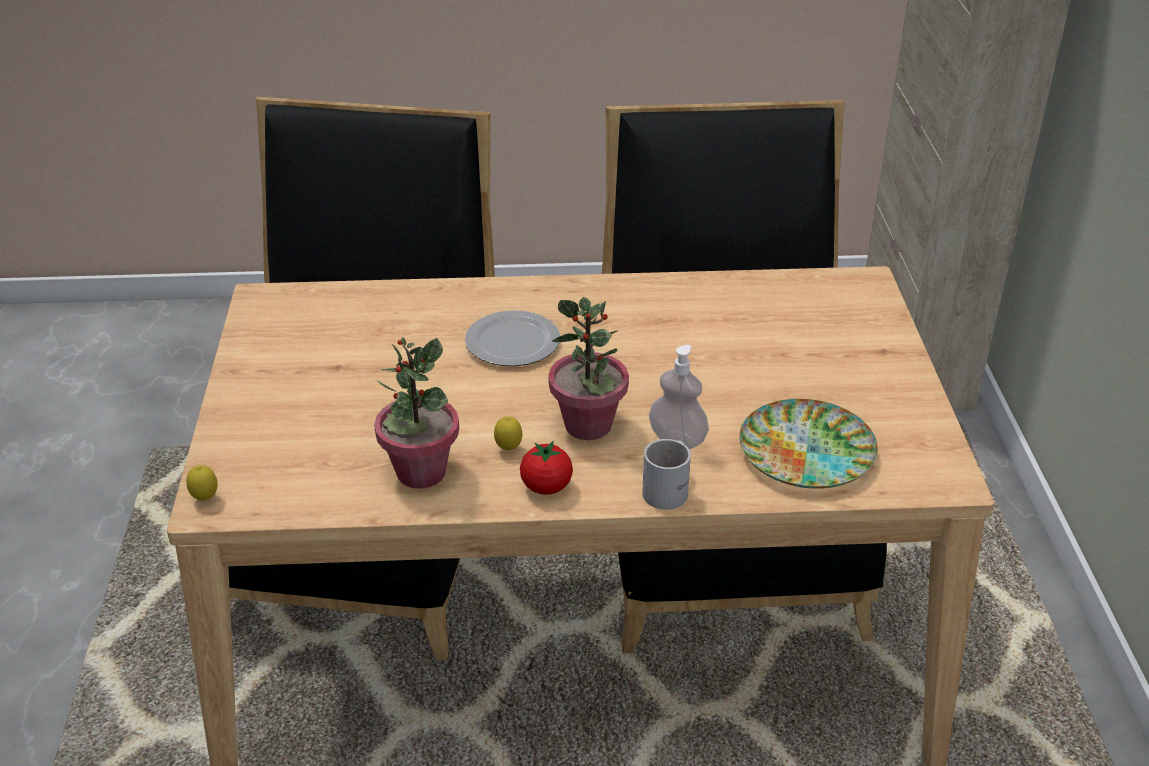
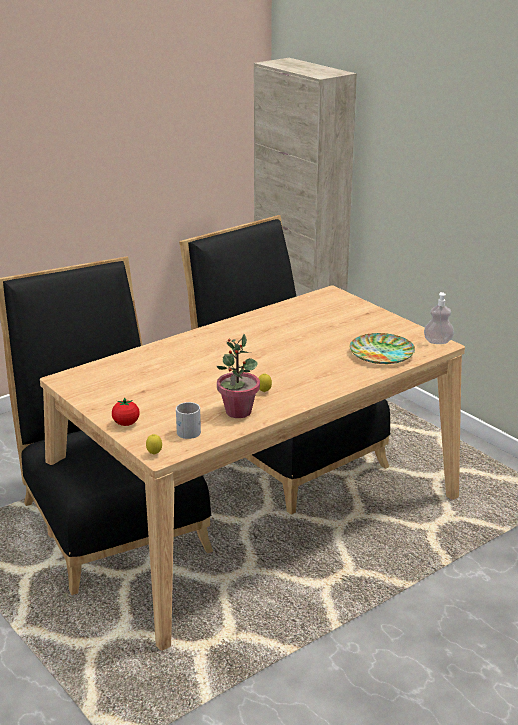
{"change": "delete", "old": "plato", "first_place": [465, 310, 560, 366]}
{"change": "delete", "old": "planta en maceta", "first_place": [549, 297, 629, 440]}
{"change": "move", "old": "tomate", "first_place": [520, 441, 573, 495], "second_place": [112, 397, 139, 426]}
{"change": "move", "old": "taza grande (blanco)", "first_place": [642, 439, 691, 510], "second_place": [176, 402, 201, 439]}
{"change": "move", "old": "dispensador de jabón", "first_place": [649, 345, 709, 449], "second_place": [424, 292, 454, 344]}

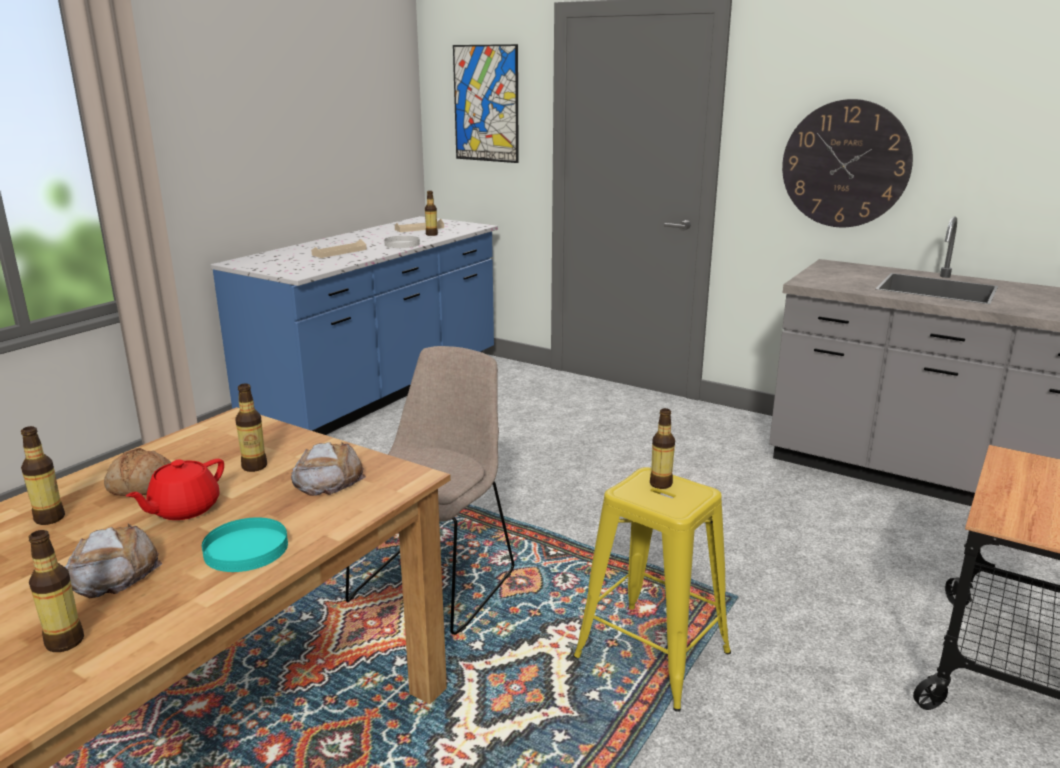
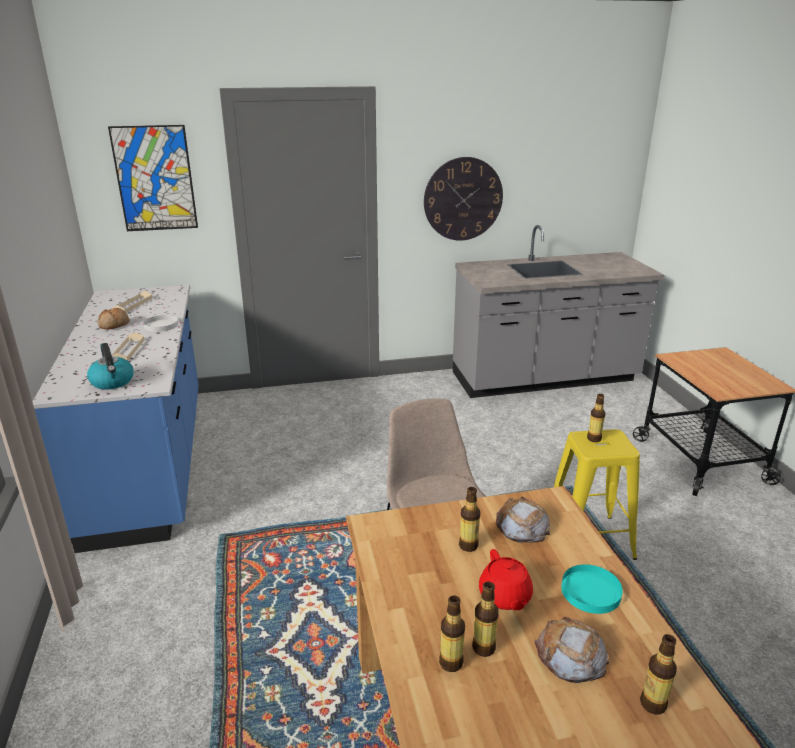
{"change": "insert", "new": "hervidor", "second_place": [87, 343, 134, 390]}
{"change": "move", "old": "pan", "first_place": [104, 448, 171, 496], "second_place": [98, 308, 130, 330]}
{"change": "move", "old": "botella", "first_place": [425, 191, 438, 236], "second_place": [472, 582, 499, 657]}

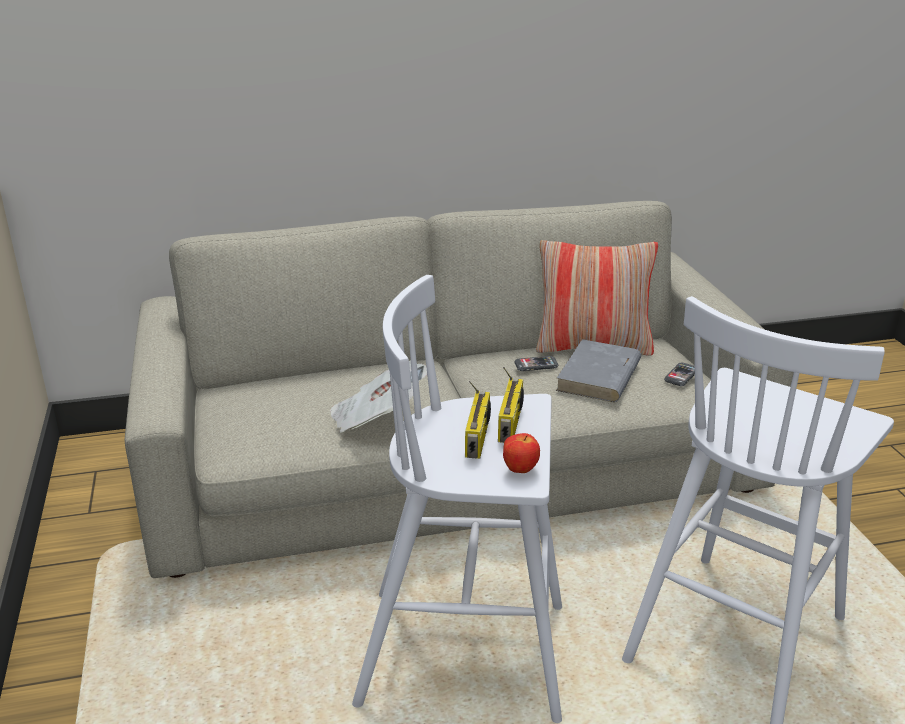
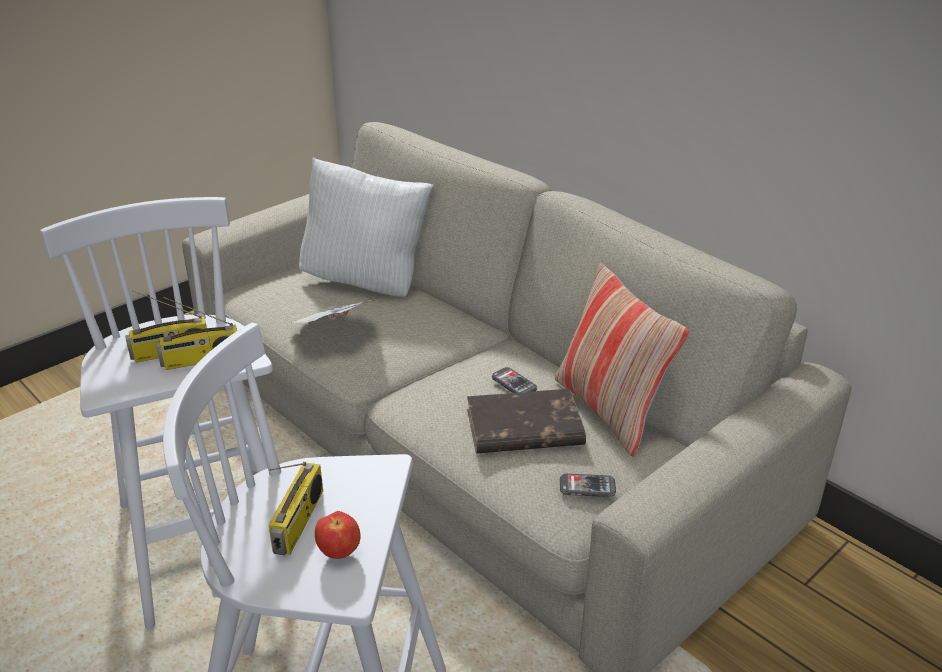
{"change": "insert", "new": "radio", "second_place": [268, 462, 323, 555]}
{"change": "insert", "new": "cojín (blanco)", "second_place": [299, 158, 434, 297]}
{"change": "move", "old": "manzana", "first_place": [503, 433, 540, 473], "second_place": [315, 511, 361, 559]}
{"change": "recolor", "old": "libro (gris)", "new": "libro (marrón)", "first_place": [556, 339, 641, 402], "second_place": [467, 389, 586, 454]}

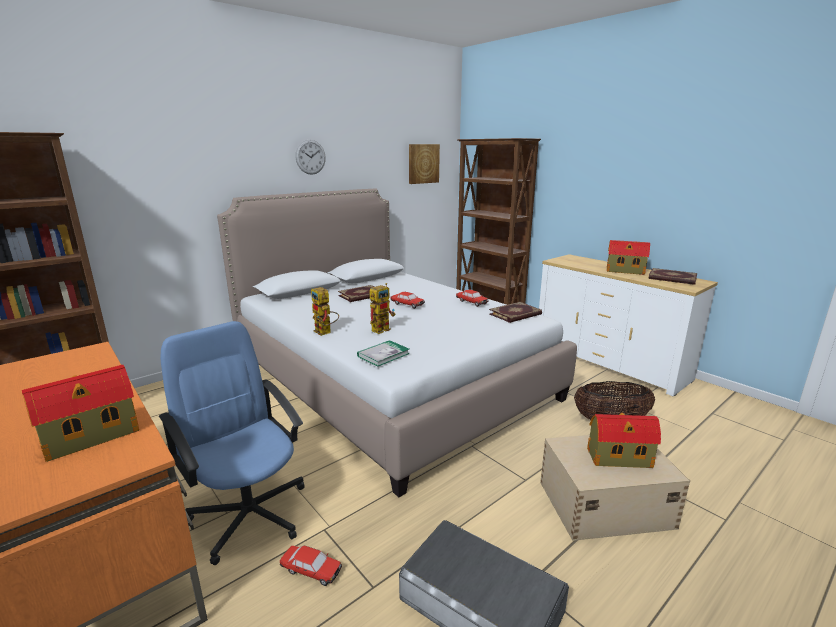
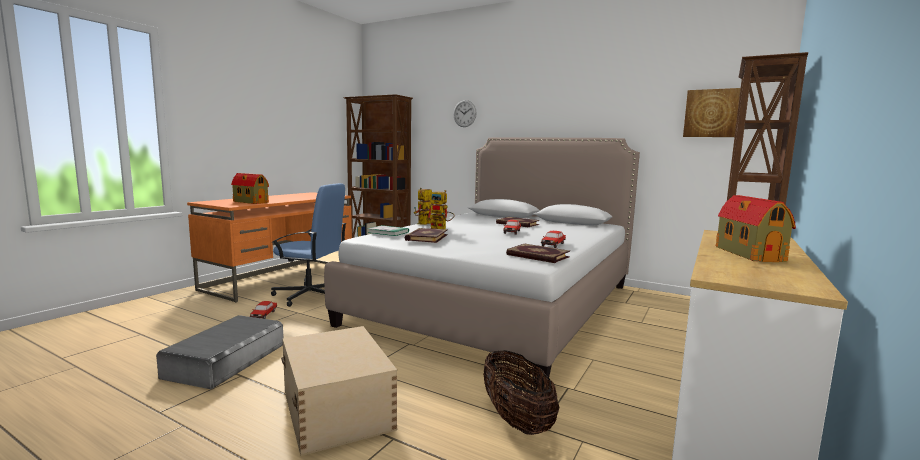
{"change": "delete", "old": "casita", "first_place": [587, 413, 661, 468]}
{"change": "move", "old": "reloj de pared", "first_place": [295, 140, 326, 175], "second_place": [453, 100, 477, 127]}
{"change": "move", "old": "libro", "first_place": [648, 268, 697, 285], "second_place": [405, 228, 448, 243]}
{"change": "rotate", "old": "silla de oficina (azul)", "first_place": [159, 321, 305, 565], "second_place": [271, 183, 346, 307], "degrees": 75}

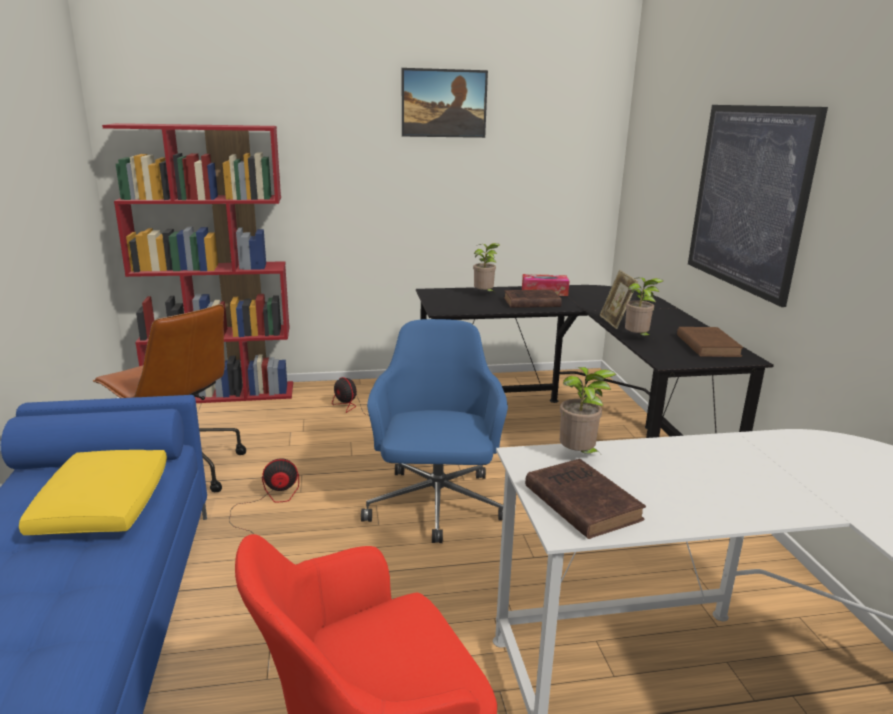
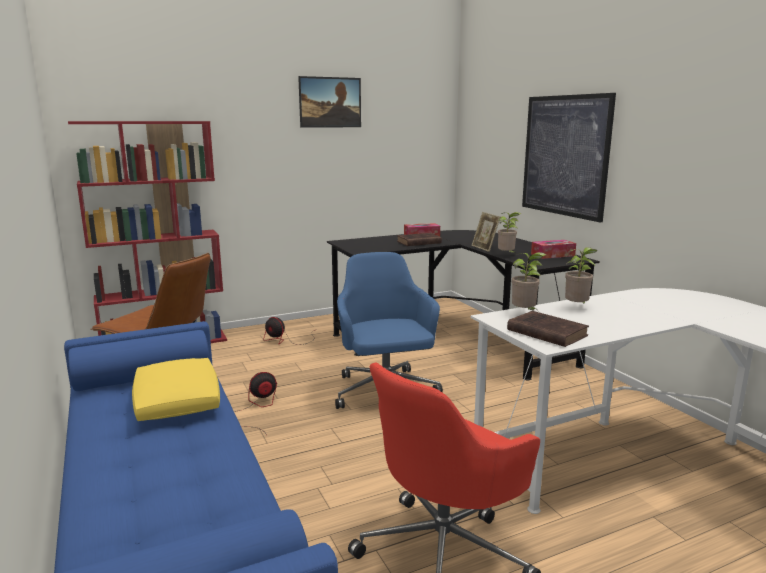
{"change": "move", "old": "planta en maceta", "first_place": [473, 243, 500, 291], "second_place": [565, 247, 598, 303]}
{"change": "replace", "old": "libro (marrón)", "new": "caja de pañuelos", "first_place": [677, 327, 744, 357], "second_place": [531, 240, 576, 259]}

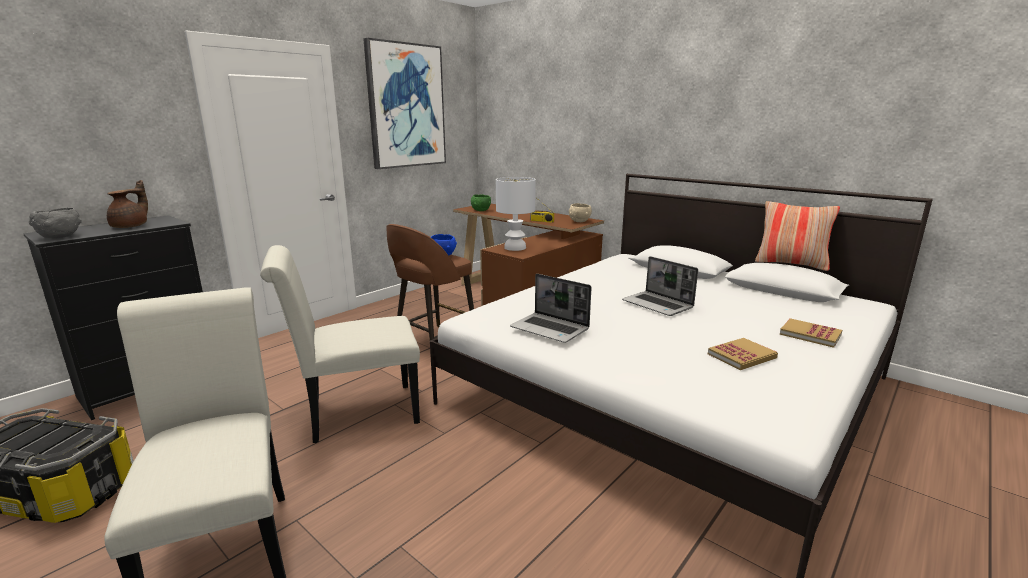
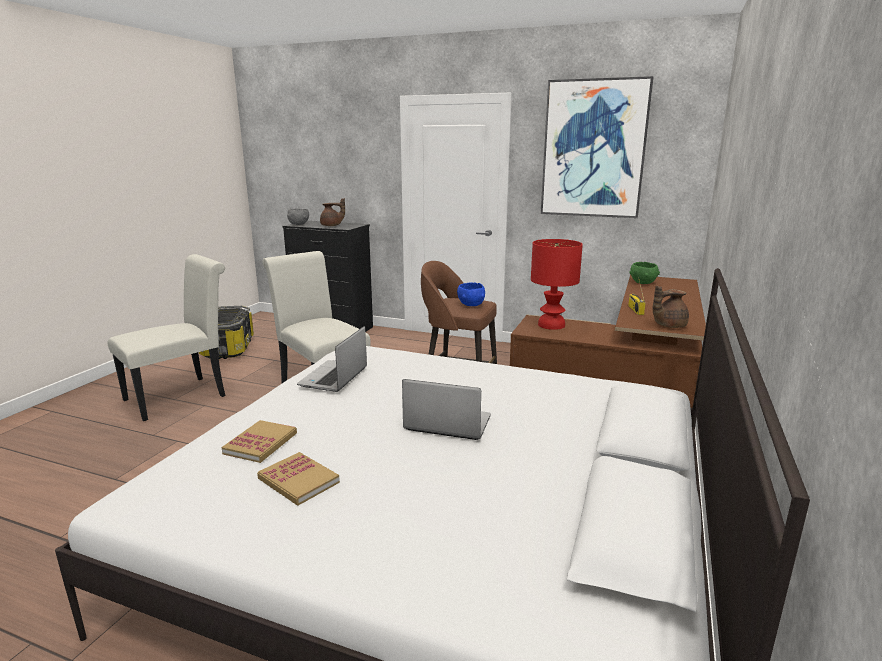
{"change": "delete", "old": "cojín", "first_place": [755, 201, 840, 271]}
{"change": "move", "old": "libro", "first_place": [780, 318, 842, 348], "second_place": [221, 420, 297, 463]}
{"change": "replace", "old": "cuenco (beis)", "new": "tetera (marrón)", "first_place": [569, 203, 592, 222], "second_place": [653, 286, 689, 328]}
{"change": "recolor", "old": "lámpara de mesa (blanco)", "new": "lámpara de mesa (rojo)", "first_place": [496, 177, 536, 251], "second_place": [531, 239, 583, 330]}
{"change": "rotate", "old": "portátil", "first_place": [622, 256, 698, 316], "second_place": [402, 379, 491, 440], "degrees": 75}

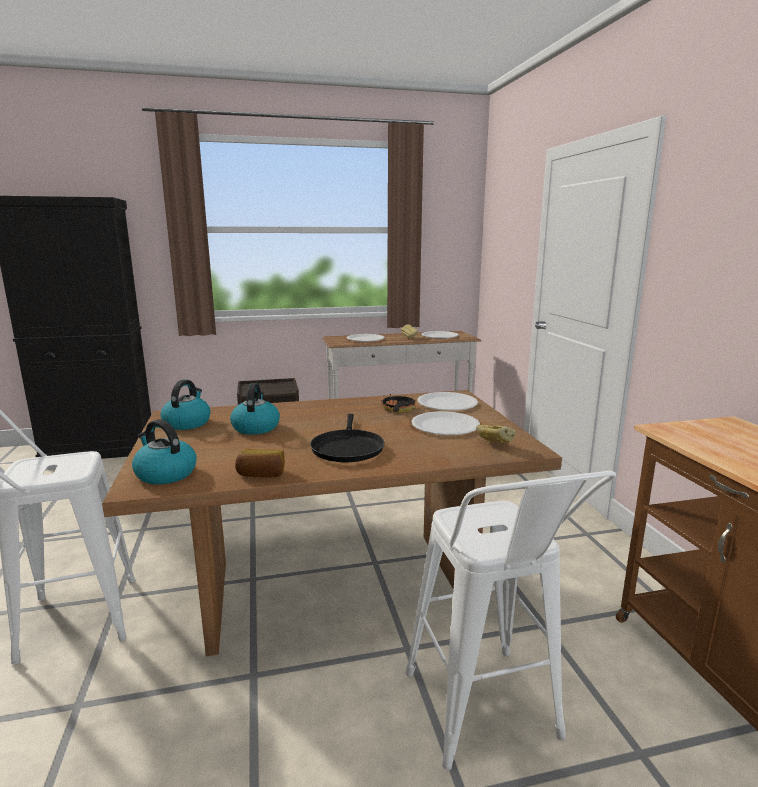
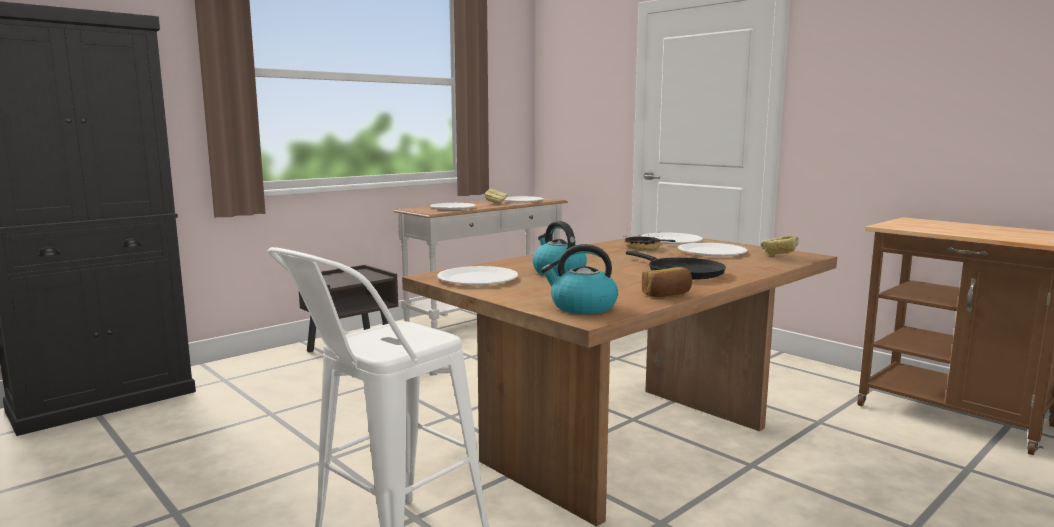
{"change": "delete", "old": "taburete (blanco)", "first_place": [406, 471, 616, 770]}
{"change": "replace", "old": "hervidor", "new": "plato (blanco)", "first_place": [160, 380, 211, 430], "second_place": [437, 266, 518, 285]}

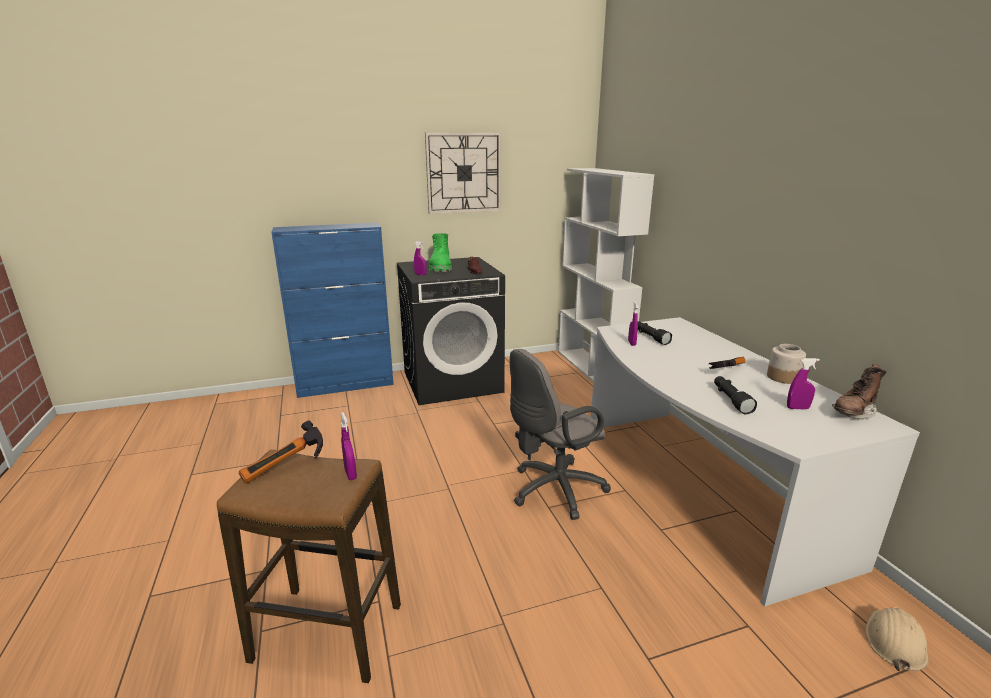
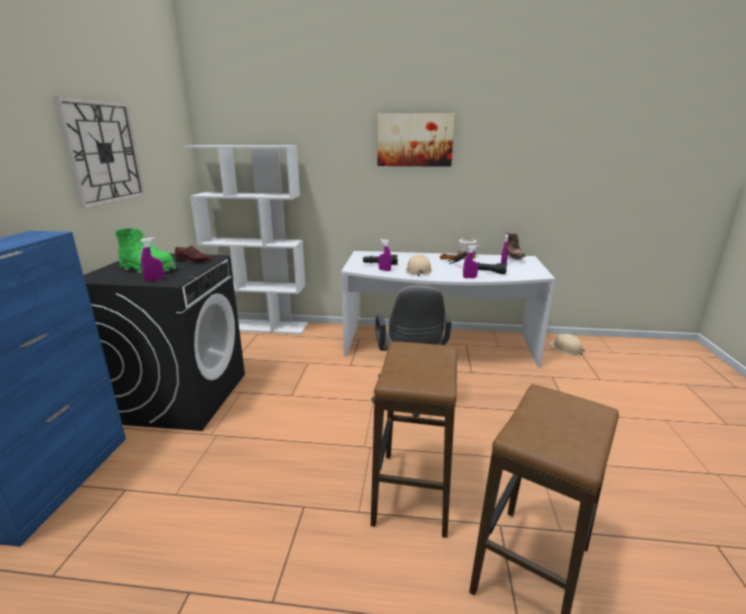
{"change": "delete", "old": "martillo", "first_place": [239, 421, 323, 484]}
{"change": "insert", "new": "taburete", "second_place": [371, 341, 457, 538]}
{"change": "insert", "new": "cuadro", "second_place": [378, 113, 455, 167]}
{"change": "insert", "new": "casco (beis)", "second_place": [406, 254, 432, 277]}
{"change": "move", "old": "pulverizador (morado)", "first_place": [341, 412, 357, 480], "second_place": [463, 245, 478, 278]}

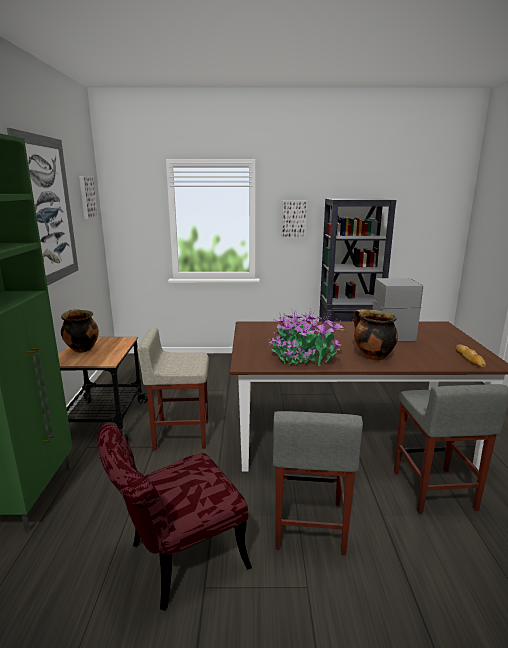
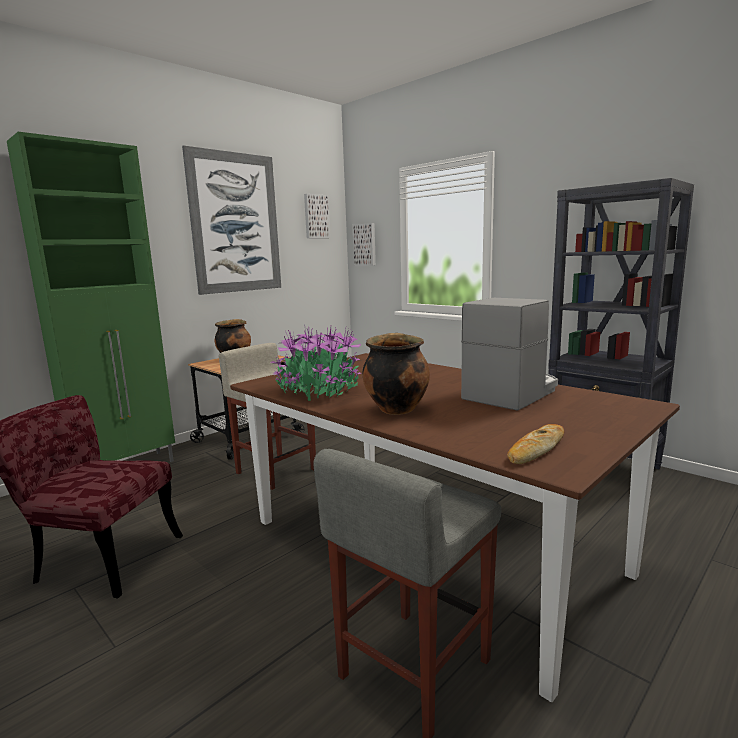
{"change": "delete", "old": "taburete (gris)", "first_place": [273, 411, 363, 556]}
{"change": "move", "old": "cuadro", "first_place": [282, 201, 307, 239], "second_place": [353, 223, 376, 266]}

